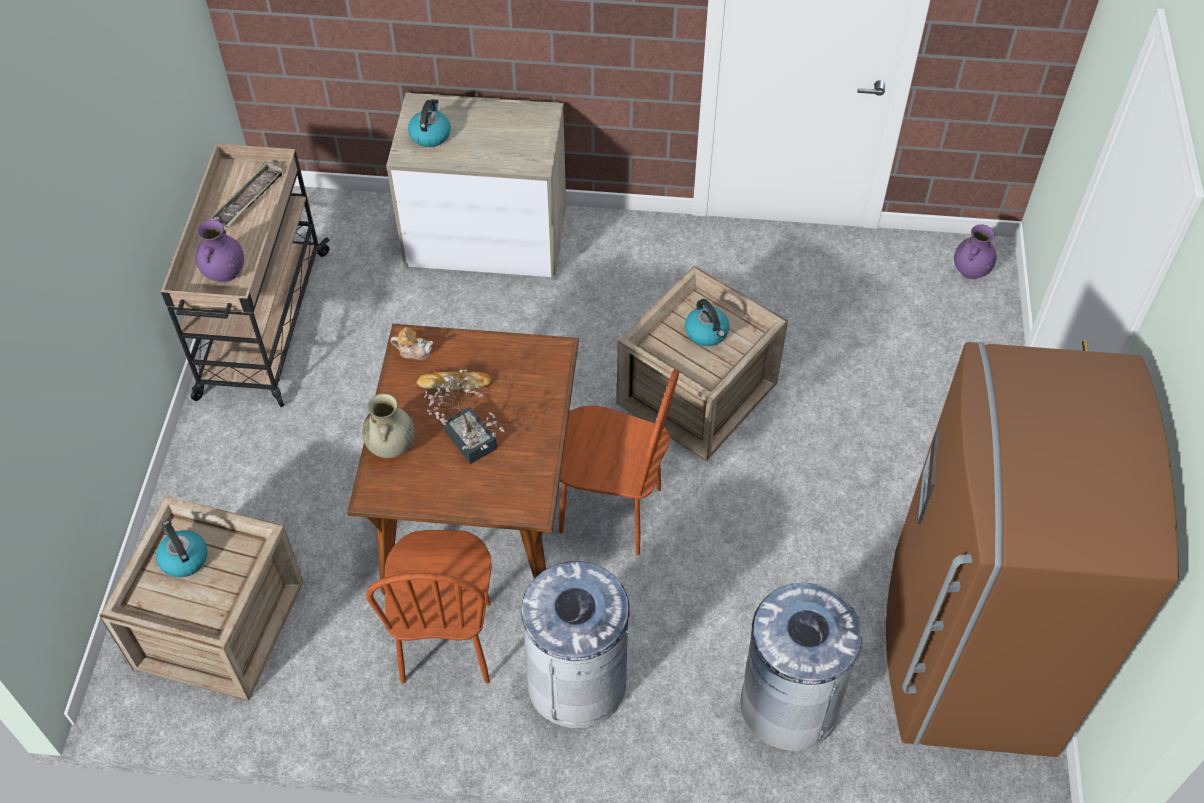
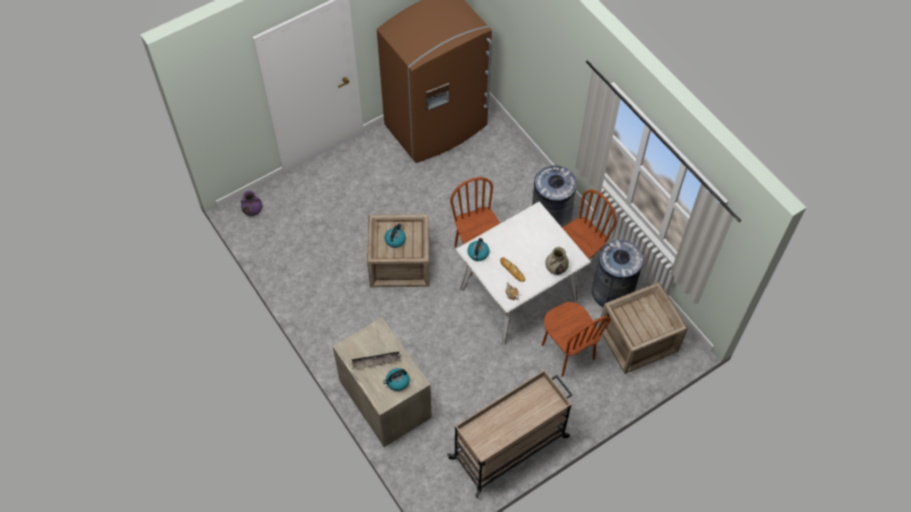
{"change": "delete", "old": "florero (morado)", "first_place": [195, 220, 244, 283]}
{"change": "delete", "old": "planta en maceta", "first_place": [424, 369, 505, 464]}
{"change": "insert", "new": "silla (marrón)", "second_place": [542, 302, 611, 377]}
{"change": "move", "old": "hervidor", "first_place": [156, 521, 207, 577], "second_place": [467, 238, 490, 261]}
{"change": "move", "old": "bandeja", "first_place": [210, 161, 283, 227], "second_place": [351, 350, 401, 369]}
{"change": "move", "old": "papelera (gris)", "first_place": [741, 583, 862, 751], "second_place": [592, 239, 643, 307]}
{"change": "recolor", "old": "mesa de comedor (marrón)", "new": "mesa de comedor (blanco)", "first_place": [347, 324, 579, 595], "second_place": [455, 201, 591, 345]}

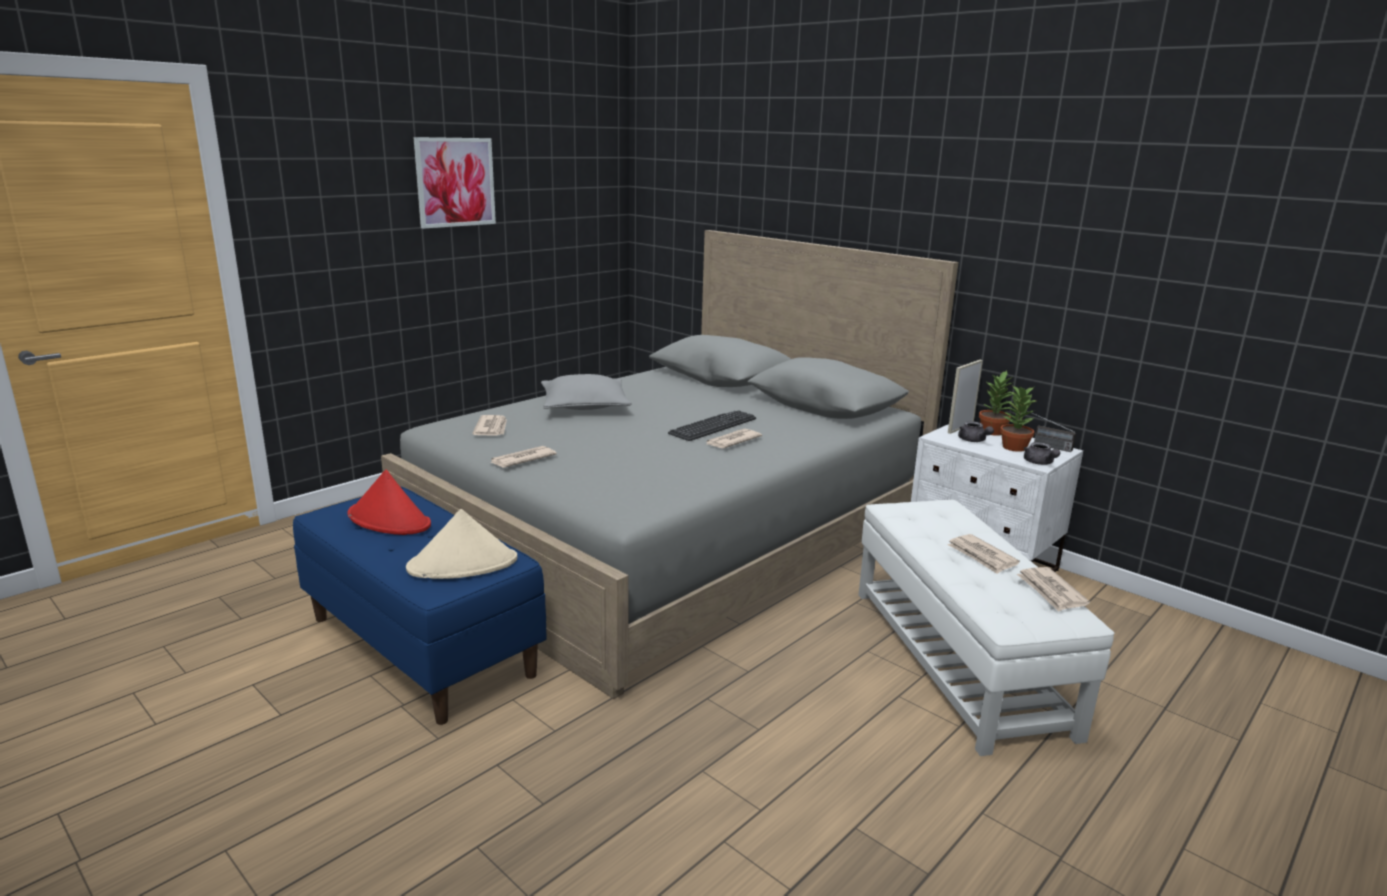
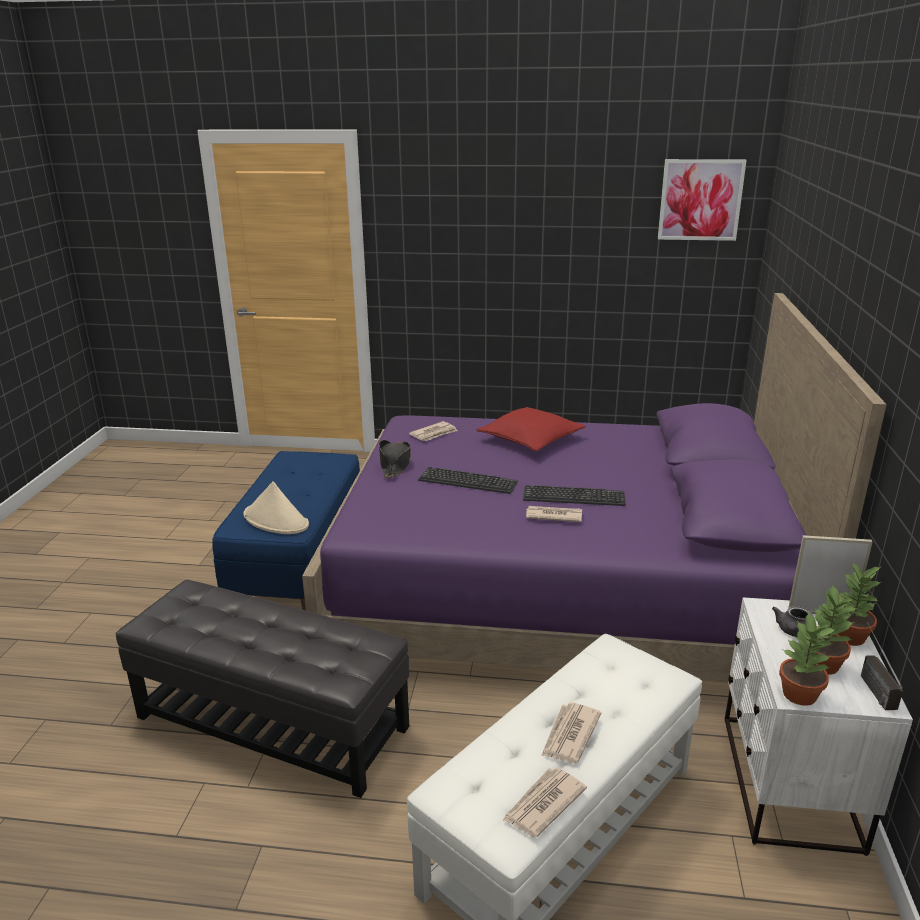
{"change": "delete", "old": "sombrero (rojo)", "first_place": [348, 470, 431, 535]}
{"change": "insert", "new": "puf (negro)", "second_place": [115, 580, 409, 798]}
{"change": "insert", "new": "teclado", "second_place": [418, 467, 518, 494]}
{"change": "move", "old": "cuadro", "first_place": [413, 137, 496, 229], "second_place": [658, 159, 747, 241]}
{"change": "replace", "old": "periódico", "new": "sombrero (negro)", "first_place": [490, 446, 557, 468], "second_place": [379, 440, 411, 478]}
{"change": "replace", "old": "tetera (gris)", "new": "planta en maceta", "first_place": [1024, 442, 1060, 465], "second_place": [779, 613, 836, 706]}
{"change": "recolor", "old": "cama (gris)", "new": "cama (morado)", "first_place": [381, 230, 959, 699], "second_place": [302, 293, 887, 682]}
{"change": "recolor", "old": "cojín (gris)", "new": "cojín (rojo)", "first_place": [541, 374, 632, 410], "second_place": [476, 407, 586, 452]}

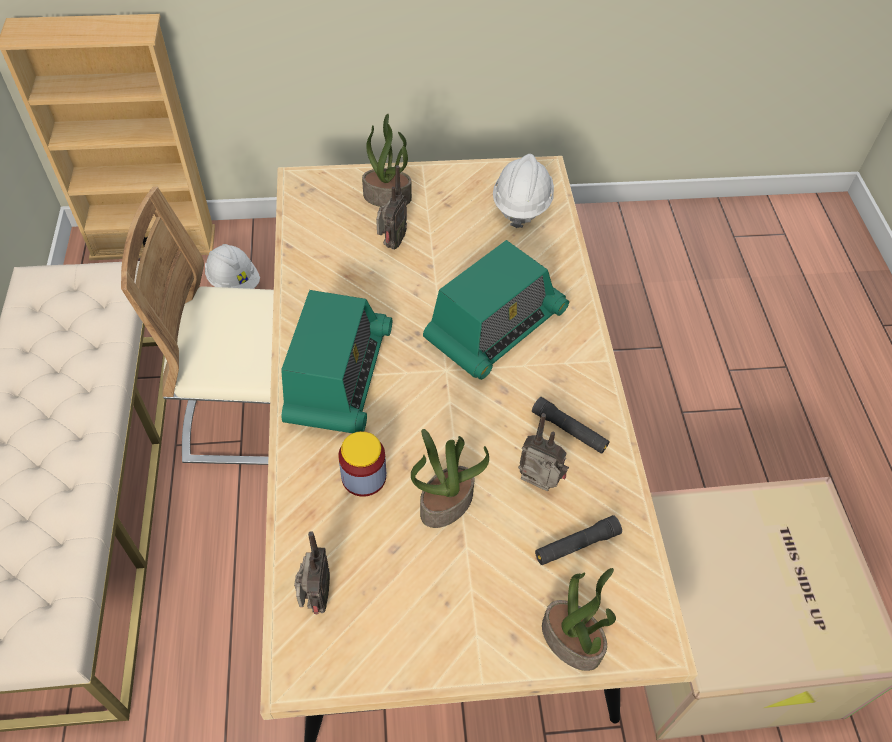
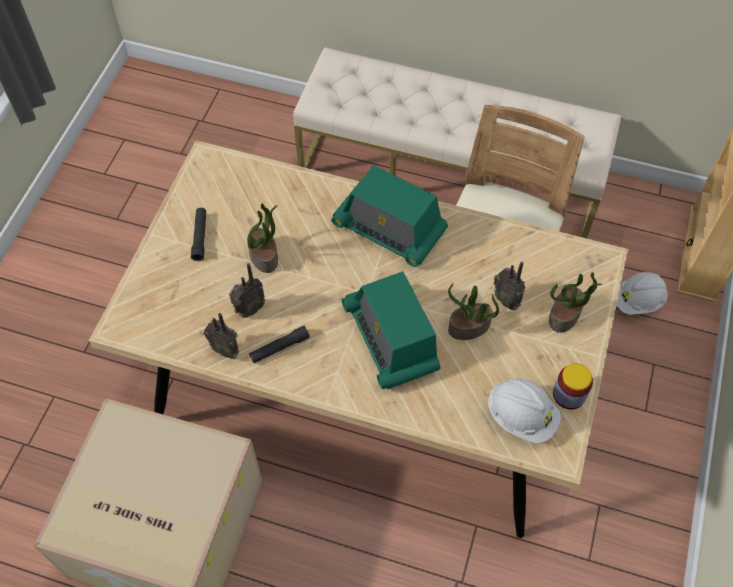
{"change": "move", "old": "radio", "first_place": [294, 531, 330, 614], "second_place": [204, 313, 239, 359]}
{"change": "move", "old": "tarro", "first_place": [338, 431, 386, 497], "second_place": [553, 363, 593, 409]}
{"change": "move", "old": "linterna (negro)", "first_place": [535, 515, 622, 565], "second_place": [191, 208, 206, 261]}
{"change": "move", "old": "planta en maceta", "first_place": [542, 568, 616, 671], "second_place": [448, 283, 499, 340]}

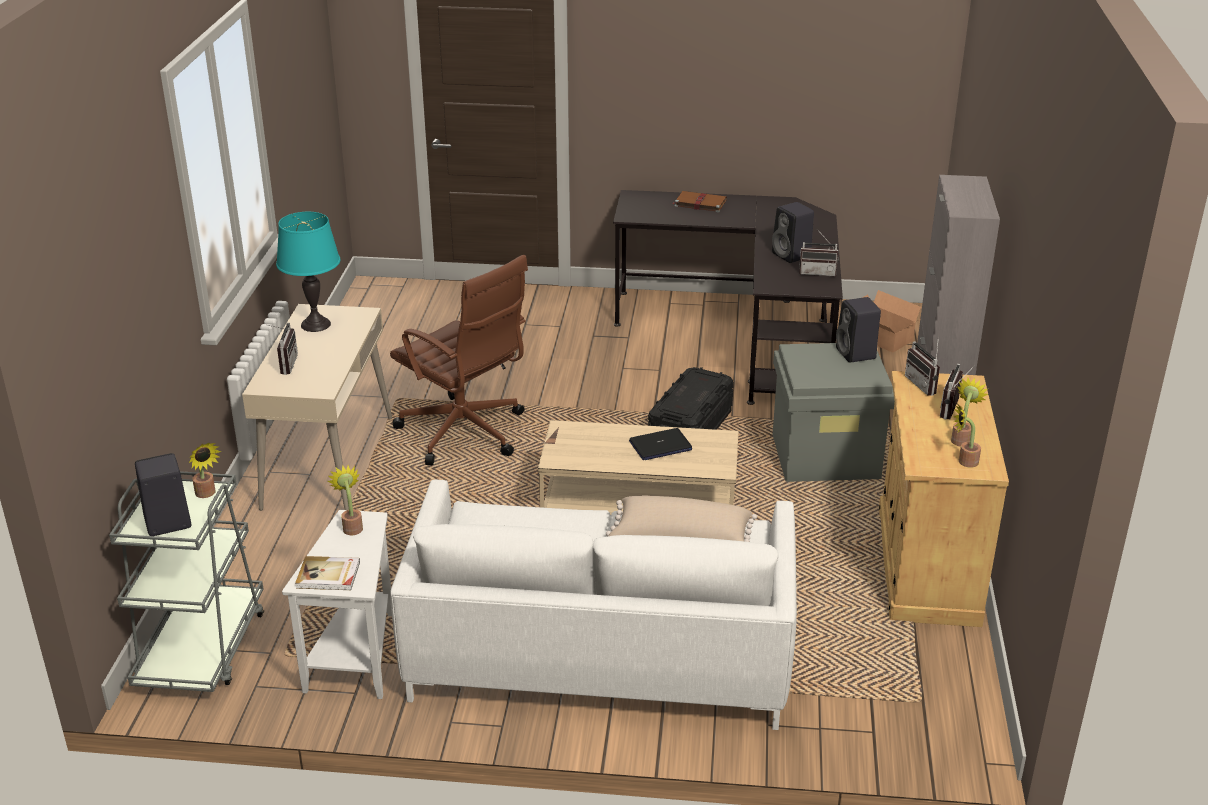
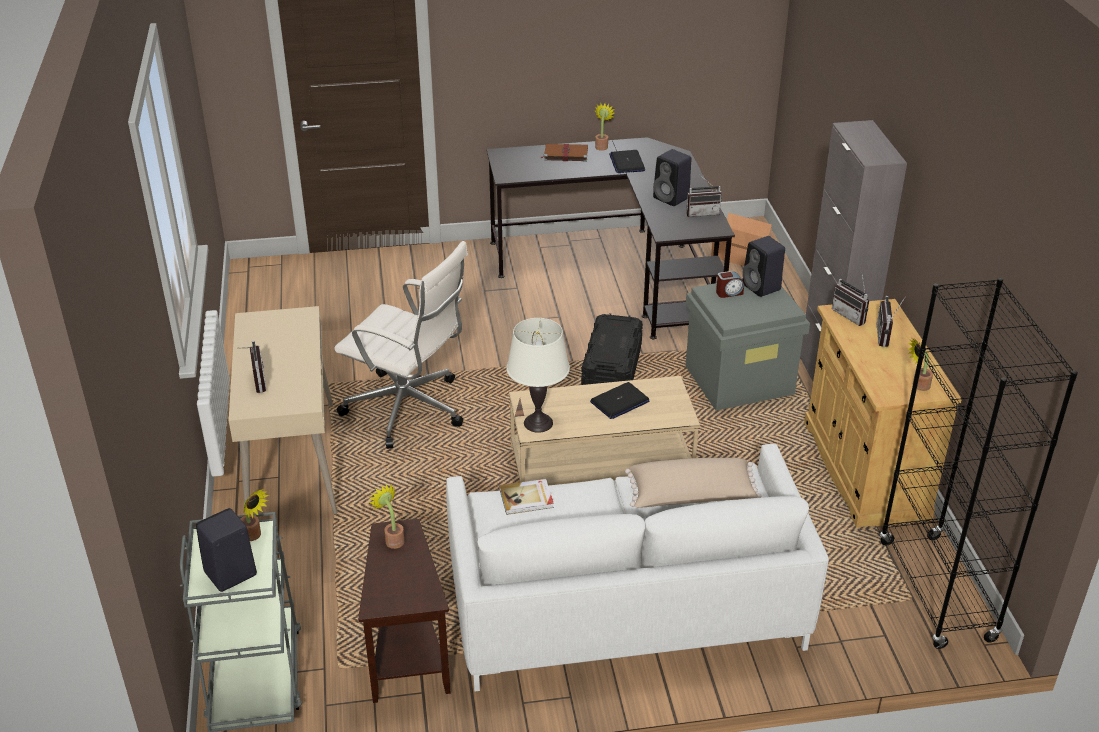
{"change": "delete", "old": "lámpara de mesa (turquesa)", "first_place": [276, 212, 340, 332]}
{"change": "insert", "new": "lámpara de mesa (blanco)", "second_place": [506, 318, 570, 433]}
{"change": "insert", "new": "portátil", "second_place": [609, 150, 645, 173]}
{"change": "insert", "new": "despertador", "second_place": [716, 271, 744, 298]}
{"change": "insert", "new": "estantería (negro)", "second_place": [880, 278, 1078, 649]}
{"change": "move", "old": "libro", "first_place": [295, 556, 360, 590], "second_place": [499, 479, 554, 515]}
{"change": "move", "old": "planta en maceta", "first_place": [951, 378, 988, 447], "second_place": [594, 103, 614, 151]}
{"change": "recolor", "old": "mesa auxiliar (blanco)", "new": "mesa auxiliar (marrón)", "first_place": [282, 510, 392, 699], "second_place": [358, 519, 451, 703]}
{"change": "recolor", "old": "silla de oficina (marrón)", "new": "silla de oficina (blanco)", "first_place": [390, 255, 528, 465], "second_place": [334, 241, 468, 449]}

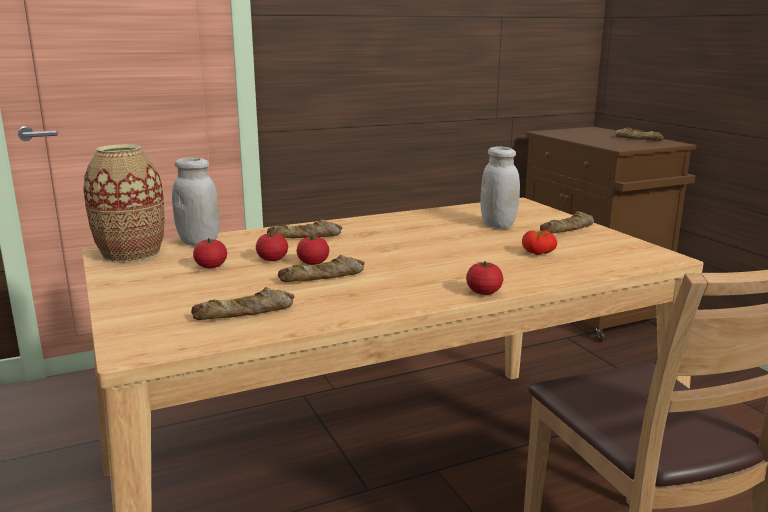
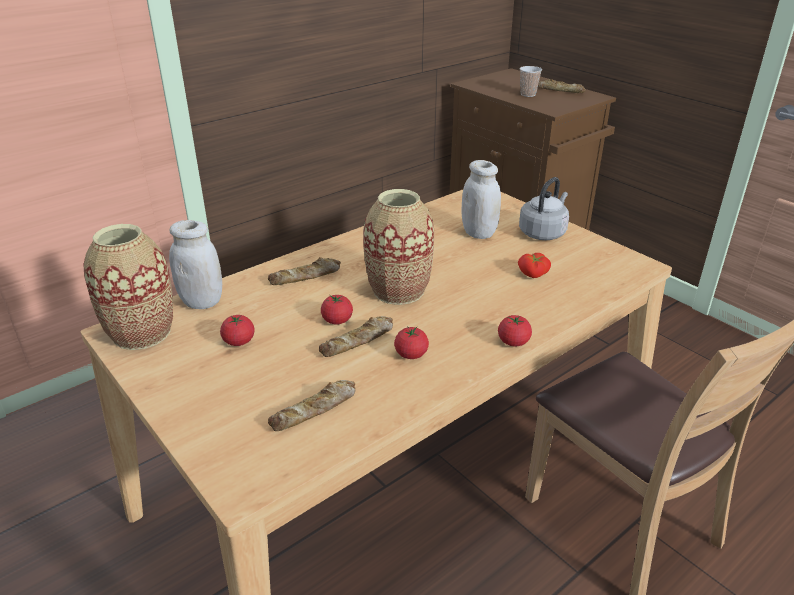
{"change": "insert", "new": "florero", "second_place": [363, 189, 434, 305]}
{"change": "insert", "new": "taza", "second_place": [520, 66, 542, 97]}
{"change": "move", "old": "tomate", "first_place": [256, 232, 288, 261], "second_place": [394, 326, 429, 359]}
{"change": "replace", "old": "pan", "new": "hervidor (gris)", "first_place": [540, 211, 594, 234], "second_place": [519, 177, 569, 240]}

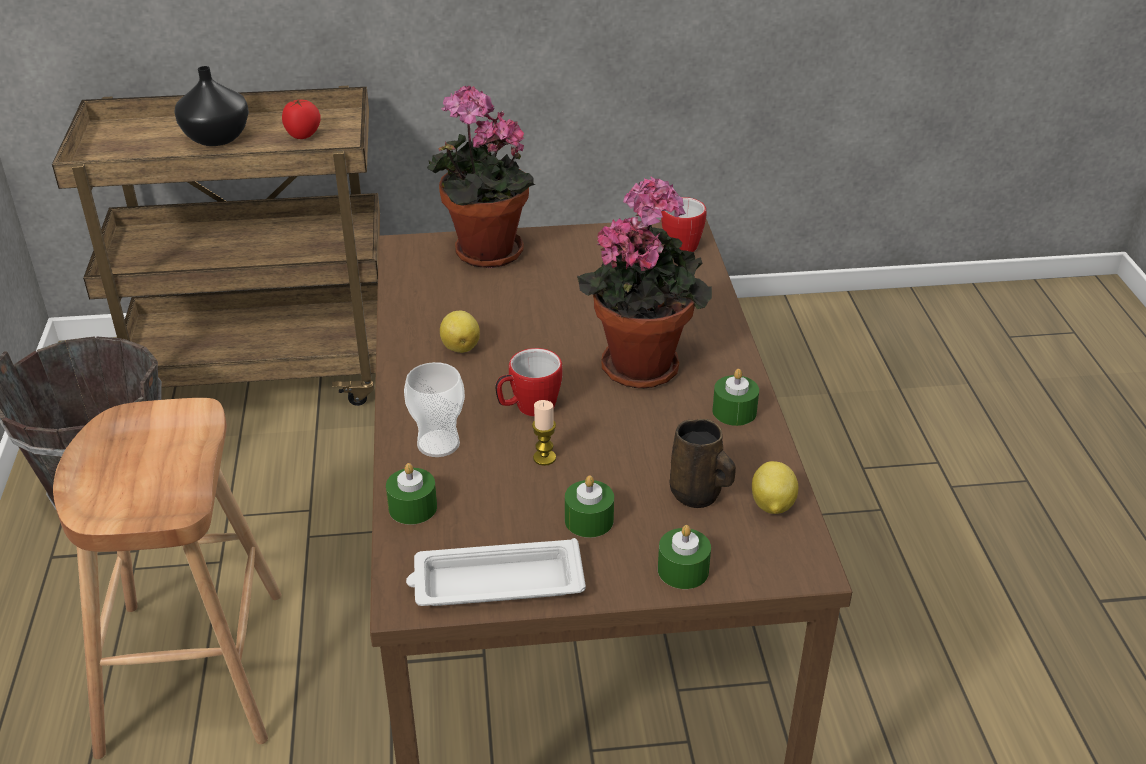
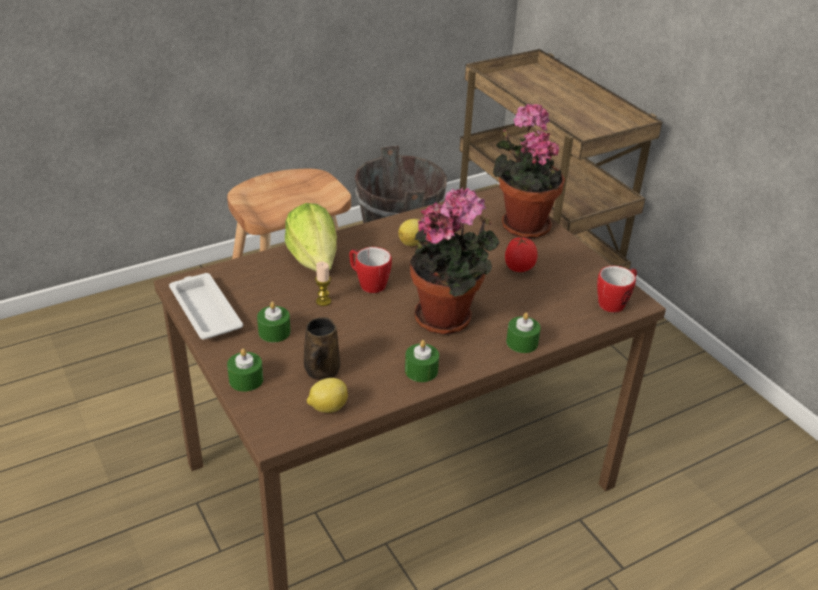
{"change": "delete", "old": "florero (negro)", "first_place": [174, 66, 249, 146]}
{"change": "move", "old": "tomate", "first_place": [282, 99, 321, 139], "second_place": [505, 237, 538, 272]}
{"change": "move", "old": "vela (verde)", "first_place": [386, 463, 437, 525], "second_place": [506, 312, 541, 353]}
{"change": "replace", "old": "taza", "new": "lechuga", "first_place": [404, 362, 465, 457], "second_place": [285, 203, 337, 272]}

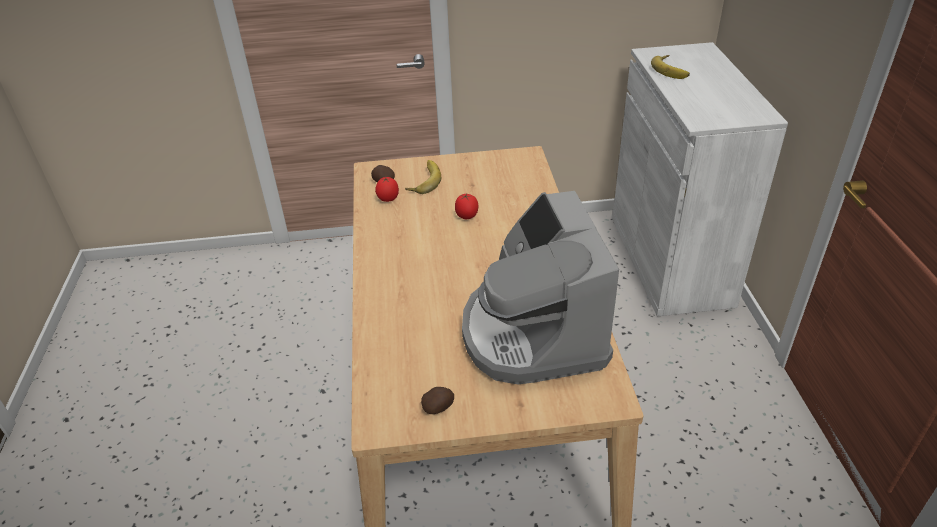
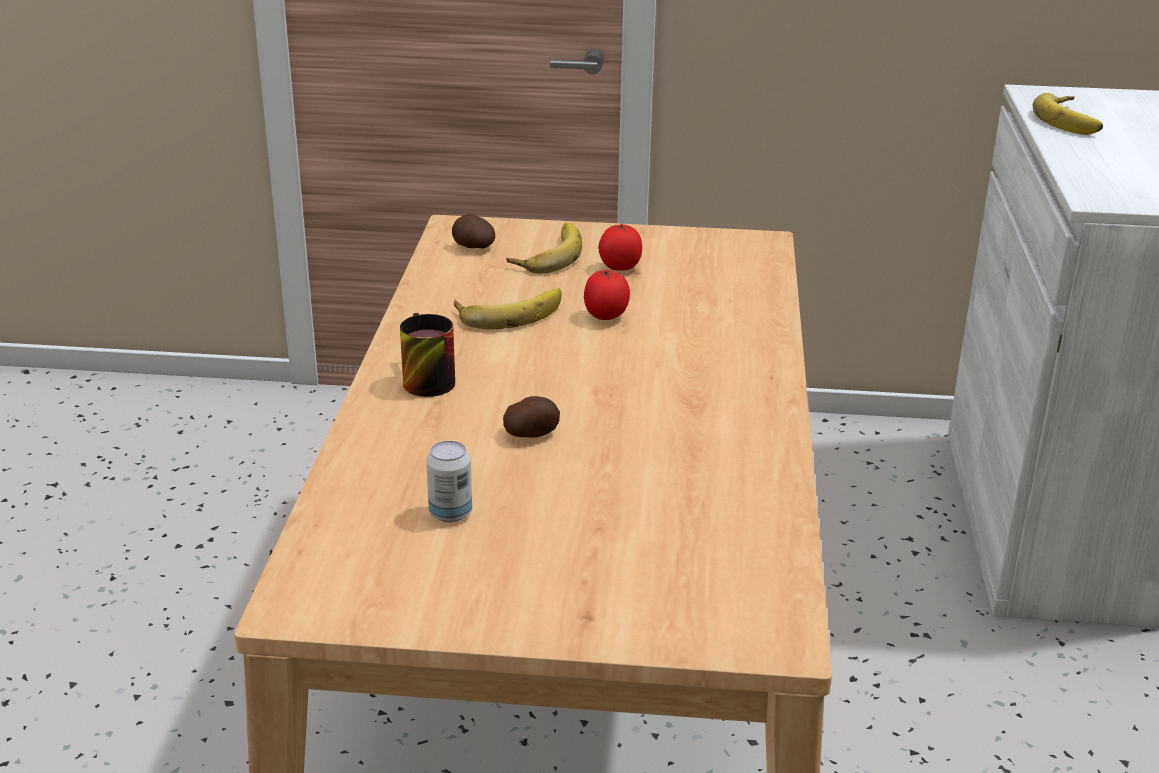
{"change": "delete", "old": "cafetera", "first_place": [462, 191, 619, 384]}
{"change": "insert", "new": "taza grande", "second_place": [400, 313, 455, 397]}
{"change": "insert", "new": "lata", "second_place": [426, 441, 472, 522]}
{"change": "insert", "new": "plátano", "second_place": [454, 288, 562, 329]}
{"change": "move", "old": "tomate", "first_place": [375, 177, 399, 202], "second_place": [598, 223, 642, 271]}
{"change": "move", "old": "patata", "first_place": [421, 387, 454, 414], "second_place": [503, 396, 560, 438]}

